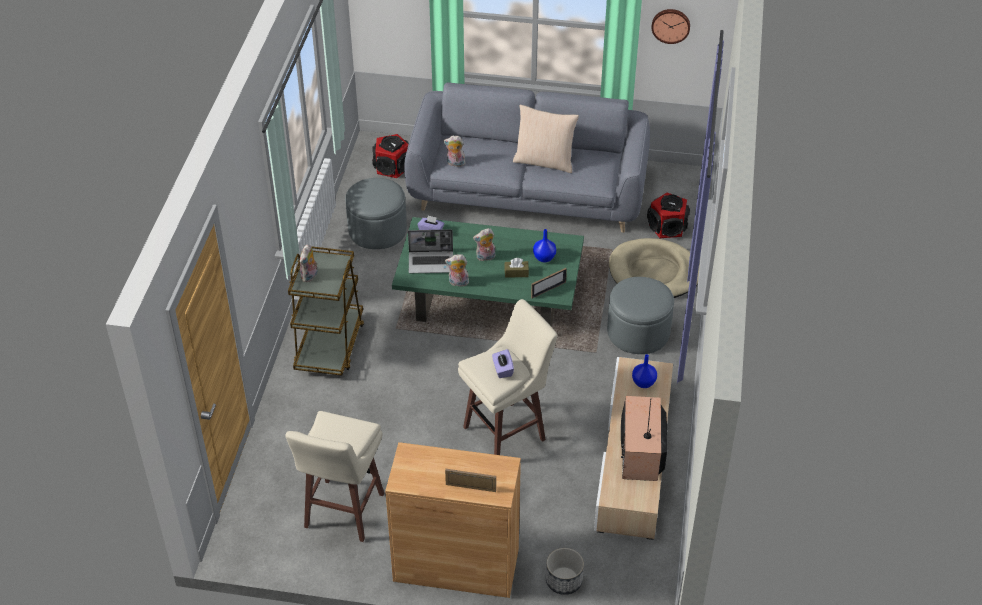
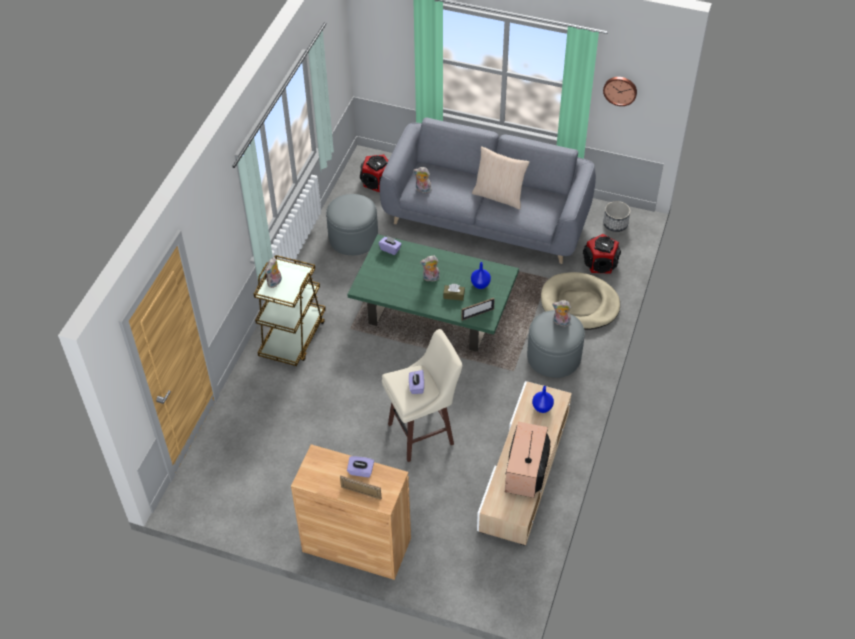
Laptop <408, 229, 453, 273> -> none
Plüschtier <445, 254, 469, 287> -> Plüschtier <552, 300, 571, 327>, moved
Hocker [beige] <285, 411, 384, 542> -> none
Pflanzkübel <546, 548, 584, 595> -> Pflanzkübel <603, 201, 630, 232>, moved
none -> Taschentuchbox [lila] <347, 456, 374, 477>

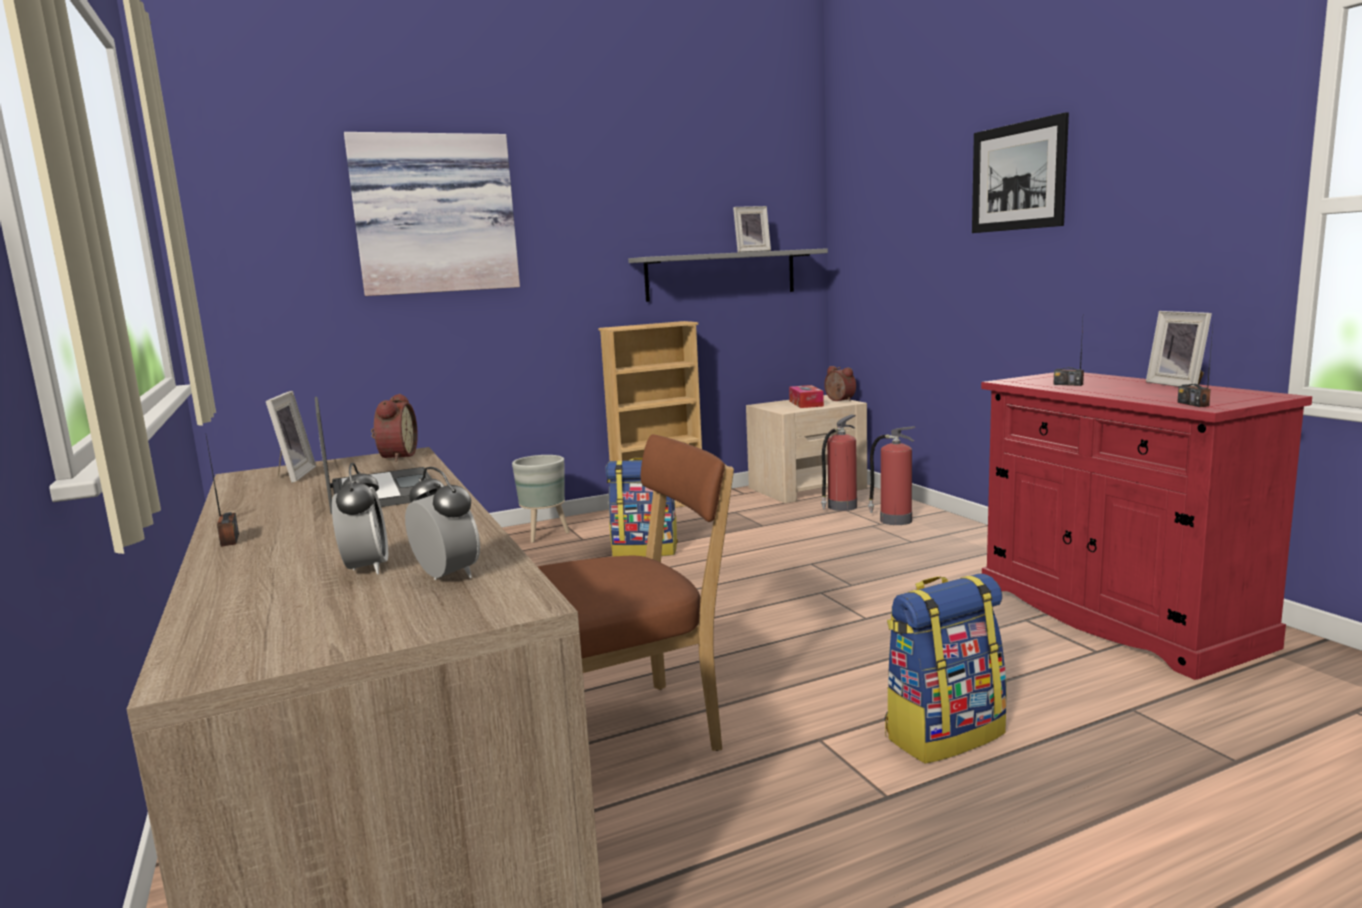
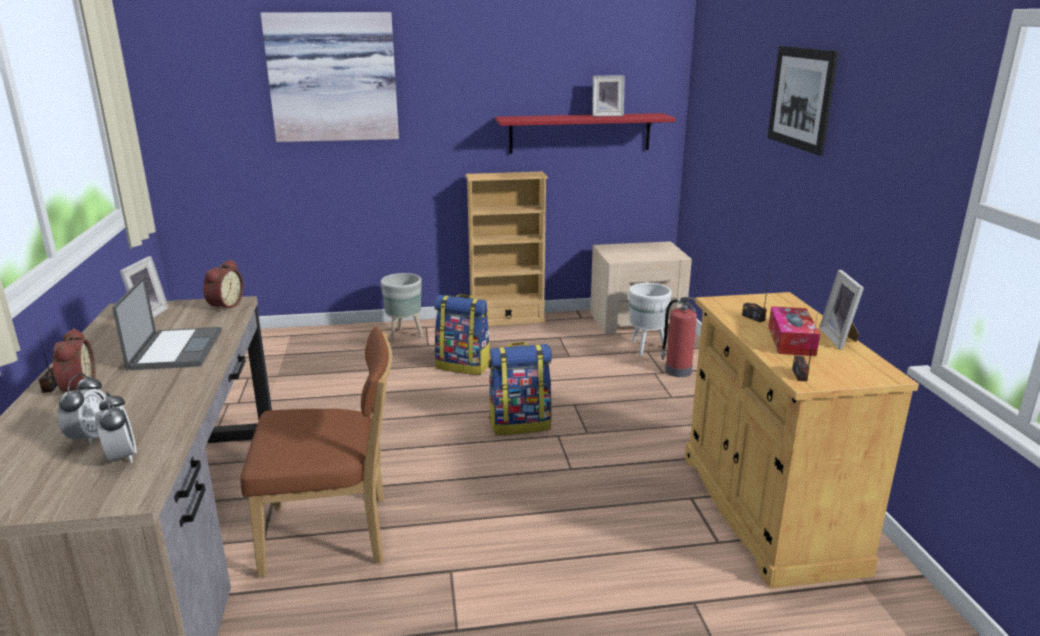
Wandregal [grau] <628, 248, 828, 302> -> Wandregal [rot] <495, 113, 676, 154>
Wecker <824, 366, 856, 401> -> Wecker <50, 328, 96, 392>, moved
Schrank [rot] <981, 372, 1312, 680> -> Schrank [beige] <685, 292, 919, 588>
Taschentuchbox <789, 385, 824, 408> -> Taschentuchbox <768, 306, 820, 356>, moved
Feuerlöscher <821, 414, 857, 511> -> Pflanzkübel [weiß] <629, 283, 672, 355>
Rucksack <884, 574, 1007, 764> -> Rucksack <488, 342, 552, 435>, moved

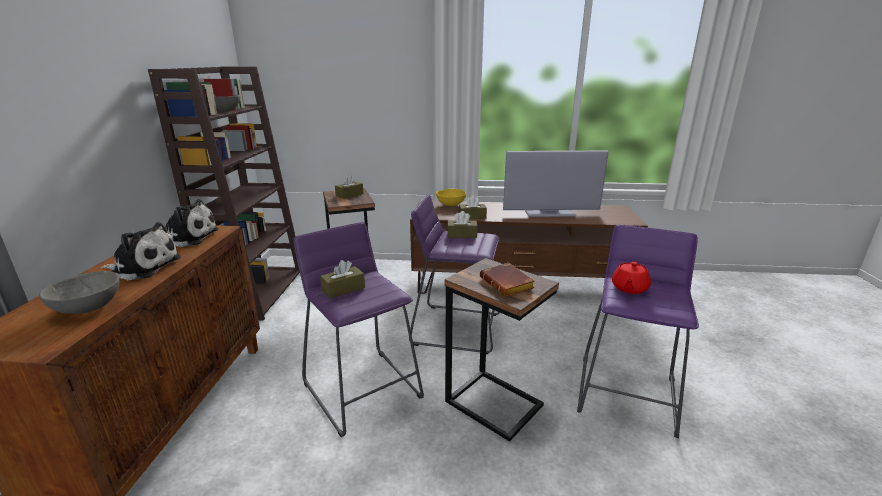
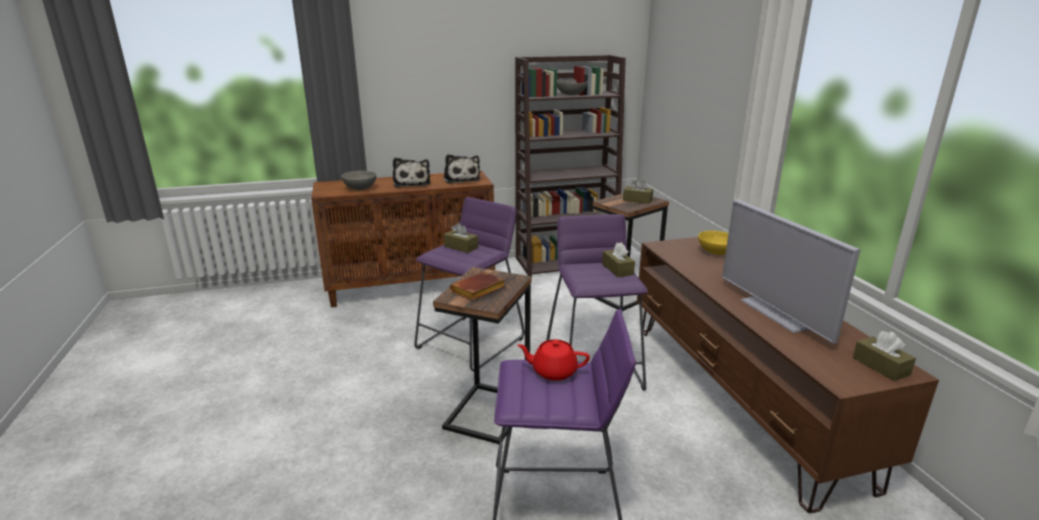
Taschentuchbox [braun] <459, 195, 487, 219> -> Taschentuchbox [braun] <853, 331, 916, 381>, moved

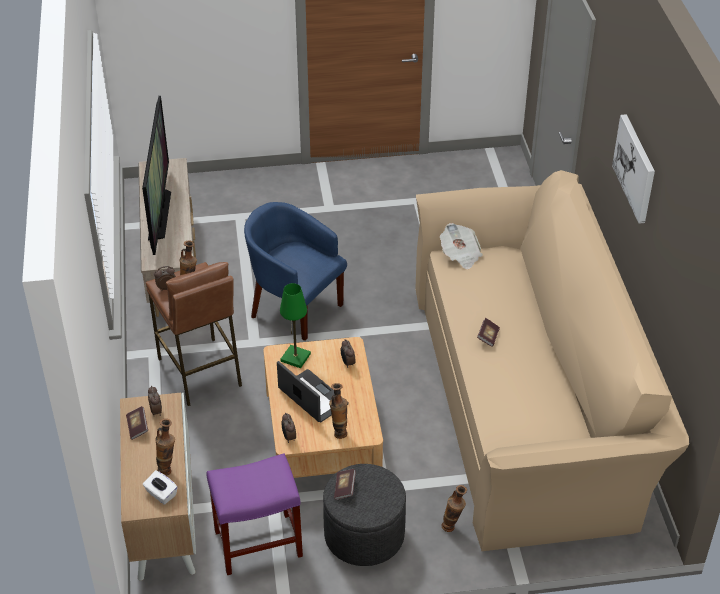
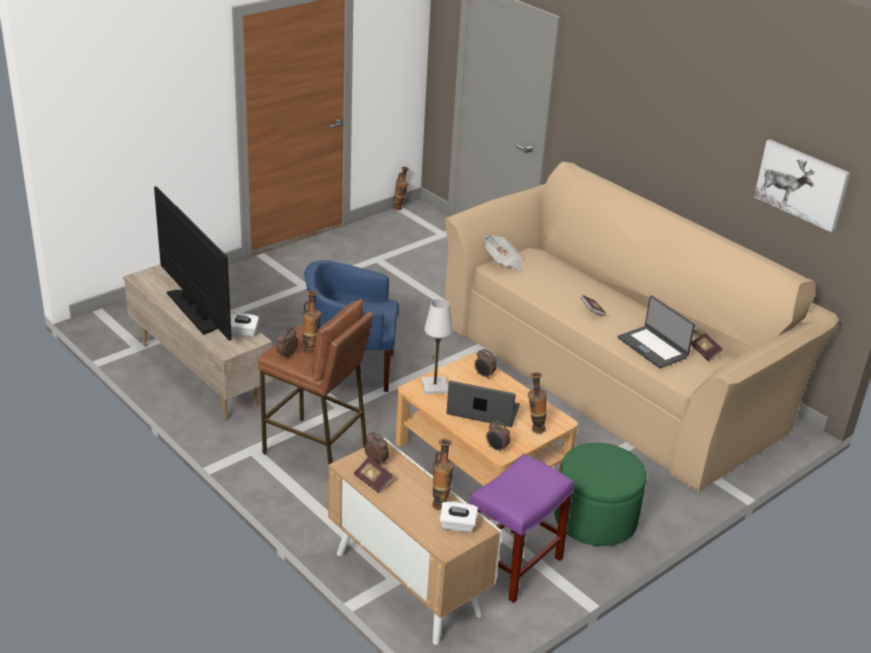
Bild <612, 114, 655, 224> -> Bild <754, 140, 850, 232>, moved
Tischlampe [grün] <280, 283, 311, 368> -> Tischlampe [weiß] <422, 299, 453, 394>
Polsterhocker [grau] <323, 464, 406, 566> -> Polsterhocker [grün] <555, 443, 647, 546>
Buch <334, 469, 356, 500> -> Buch <691, 333, 723, 361>, moved
Vase <441, 485, 467, 532> -> Vase <393, 167, 409, 210>, moved
none -> Laptop <618, 295, 695, 368>
none -> Taschentuchbox [weiß] <230, 313, 259, 337>

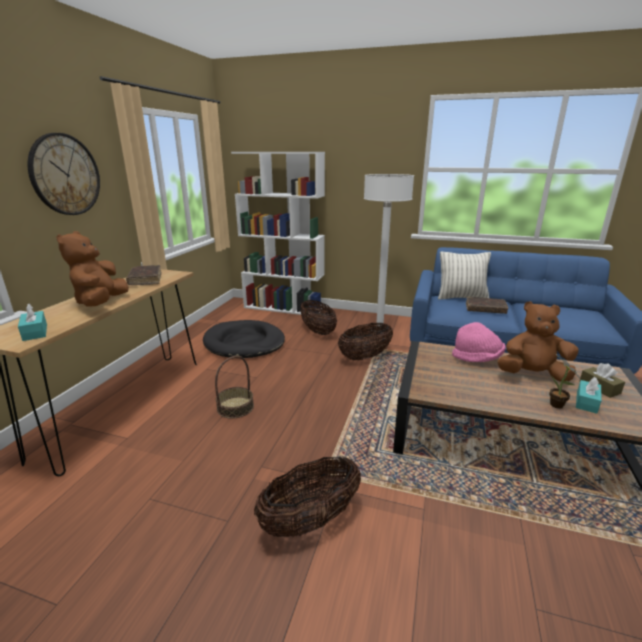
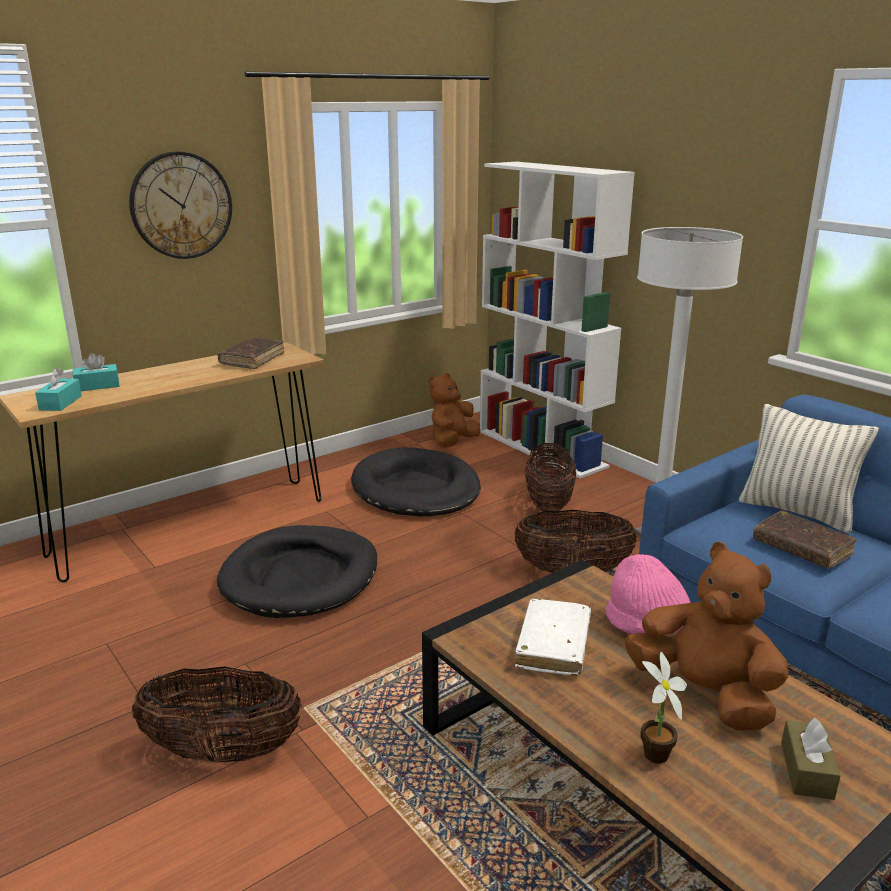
Plüschtier [braun] <56, 231, 129, 306> -> Plüschtier [braun] <429, 373, 480, 448>, moved
Korb <215, 356, 254, 419> -> Hundebett [schwarz] <217, 525, 377, 618>
Taschentuchbox [türkis] <576, 377, 602, 414> -> Taschentuchbox [türkis] <73, 353, 120, 391>, moved
none -> Buch [weiß] <515, 599, 591, 675>

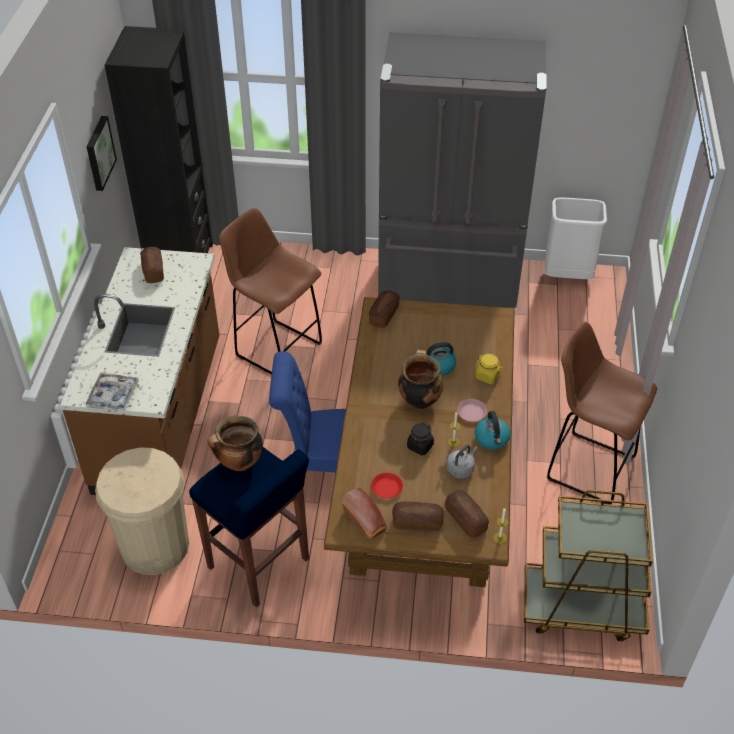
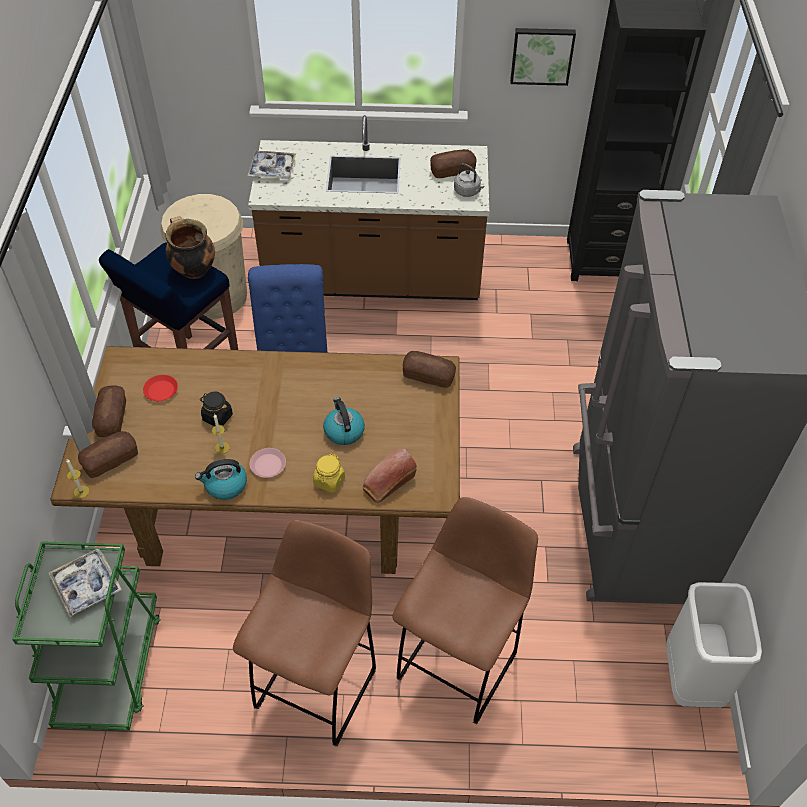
Hocker [braun] <219, 208, 322, 375> -> Hocker [braun] <393, 497, 538, 724>, moved
Kochtopf <398, 350, 443, 409> -> none
Wasserkessel [grau] <446, 445, 478, 478> -> Wasserkessel [grau] <454, 163, 484, 197>, moved
Brot <342, 488, 387, 539> -> Brot <363, 448, 417, 503>, moved
Rollwagen [braun] <524, 490, 653, 641> -> Rollwagen [grün] <12, 541, 161, 731>
none -> Tablett <49, 549, 122, 617>

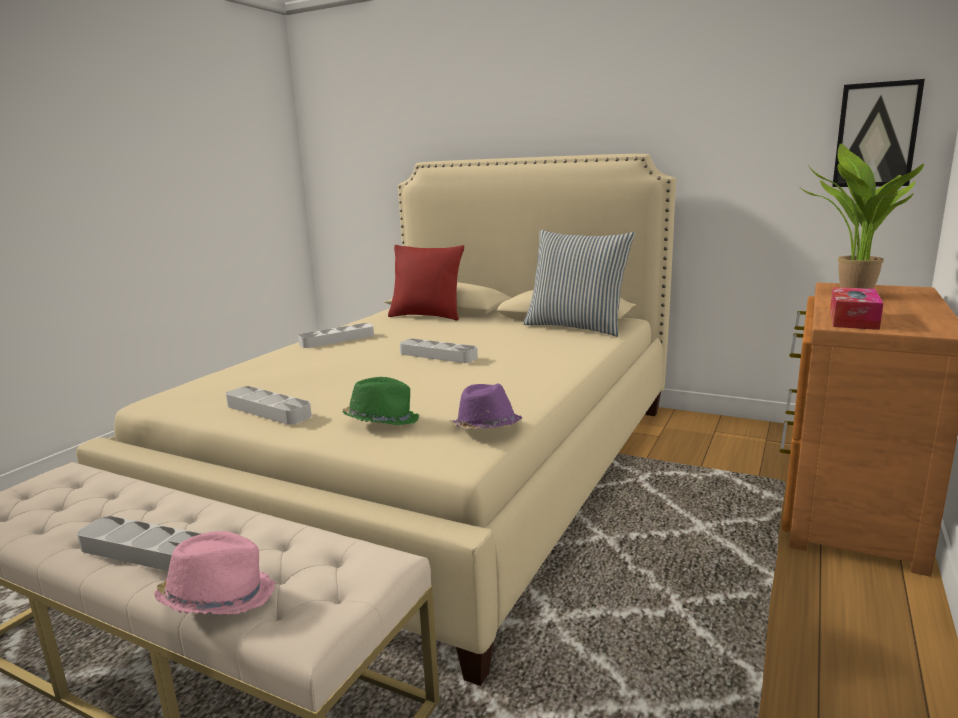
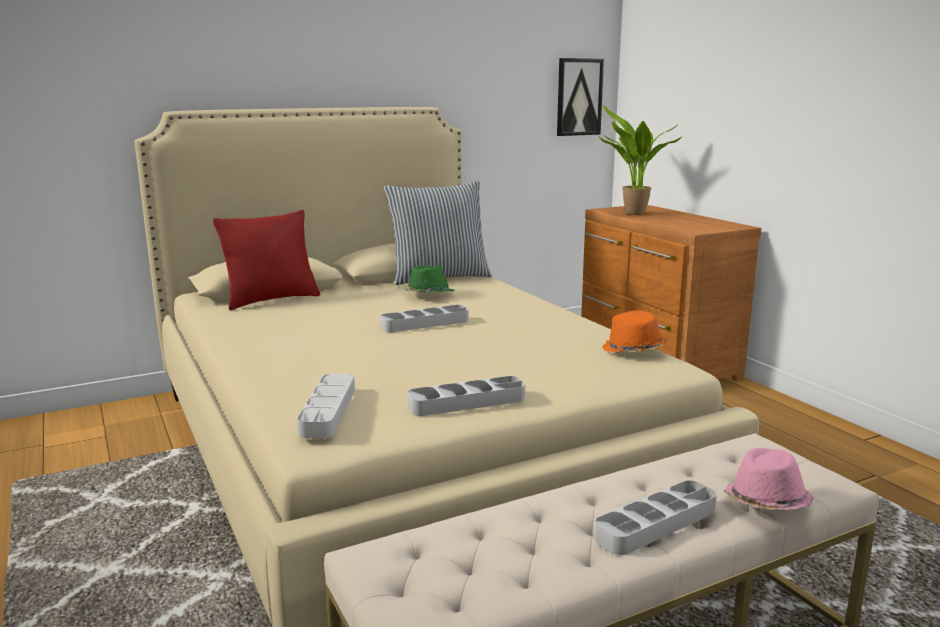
Taschentuchbox <830, 287, 883, 330> -> none
Tablett [grau] <298, 323, 374, 348> -> Tablett [grau] <297, 374, 355, 439>, moved
Hut [grün] <342, 377, 419, 425> -> Hut [grün] <405, 265, 454, 292>, moved
Hut [lila] <450, 384, 522, 429> -> Hut [orange] <602, 310, 667, 353>

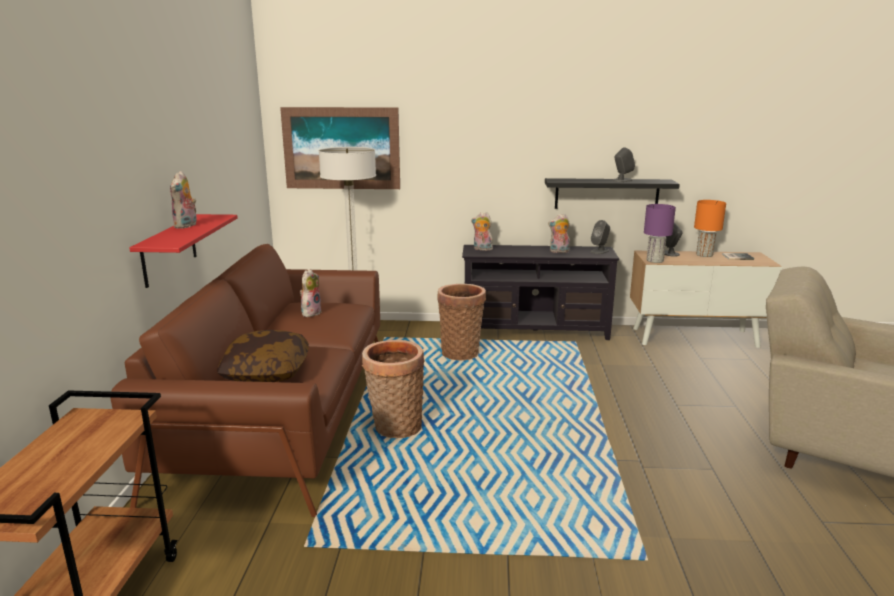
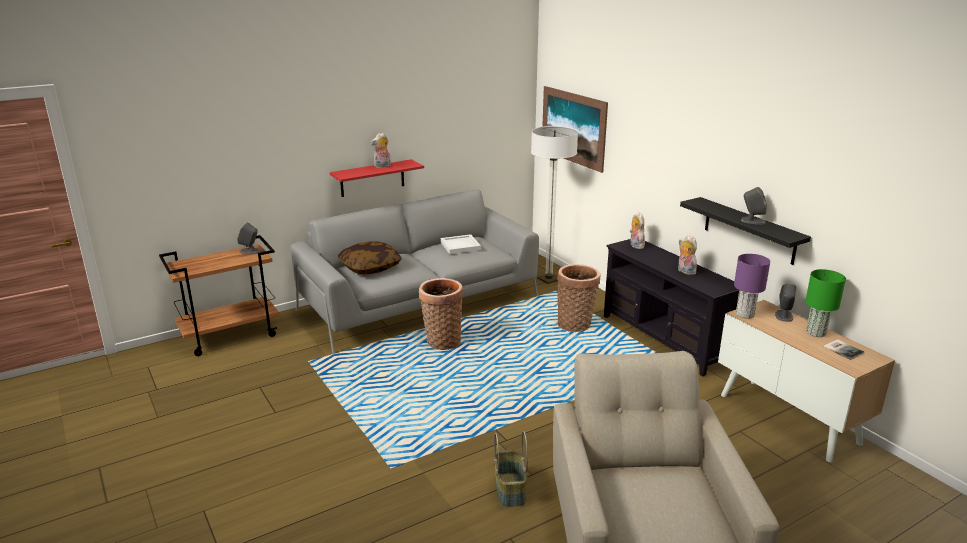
Tischlampe [orange] <694, 200, 726, 257> -> Tischlampe [grün] <805, 269, 846, 337>
Lautsprecher [grau] <591, 220, 610, 254> -> Lautsprecher [grau] <237, 222, 260, 254>, moved
Sofa [braun] <110, 244, 380, 517> -> Sofa [grau] <290, 189, 539, 354>
Plüschtier <300, 269, 321, 317> -> Tablett [weiß] <441, 234, 481, 254>
none -> Korb <494, 431, 528, 507>

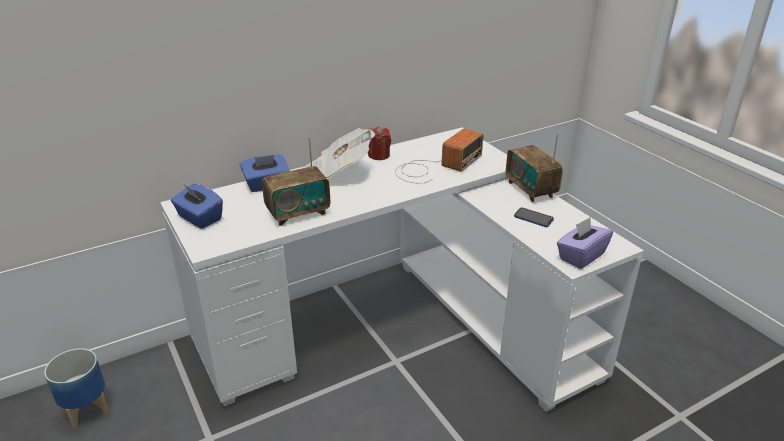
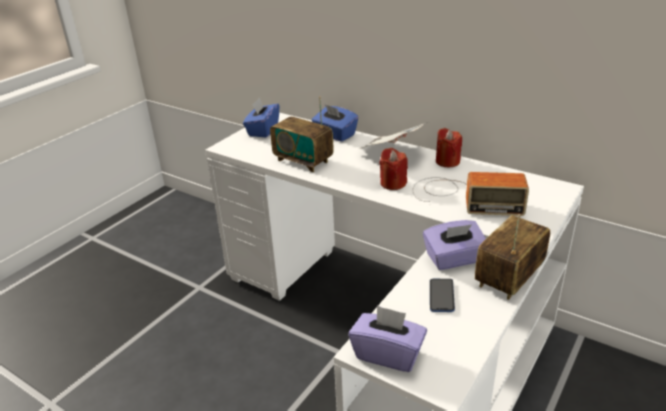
Pflanzkübel <44, 348, 110, 429> -> none
none -> Kerze [rot] <379, 148, 408, 190>
none -> Taschentuchbox [lila] <423, 220, 486, 270>

